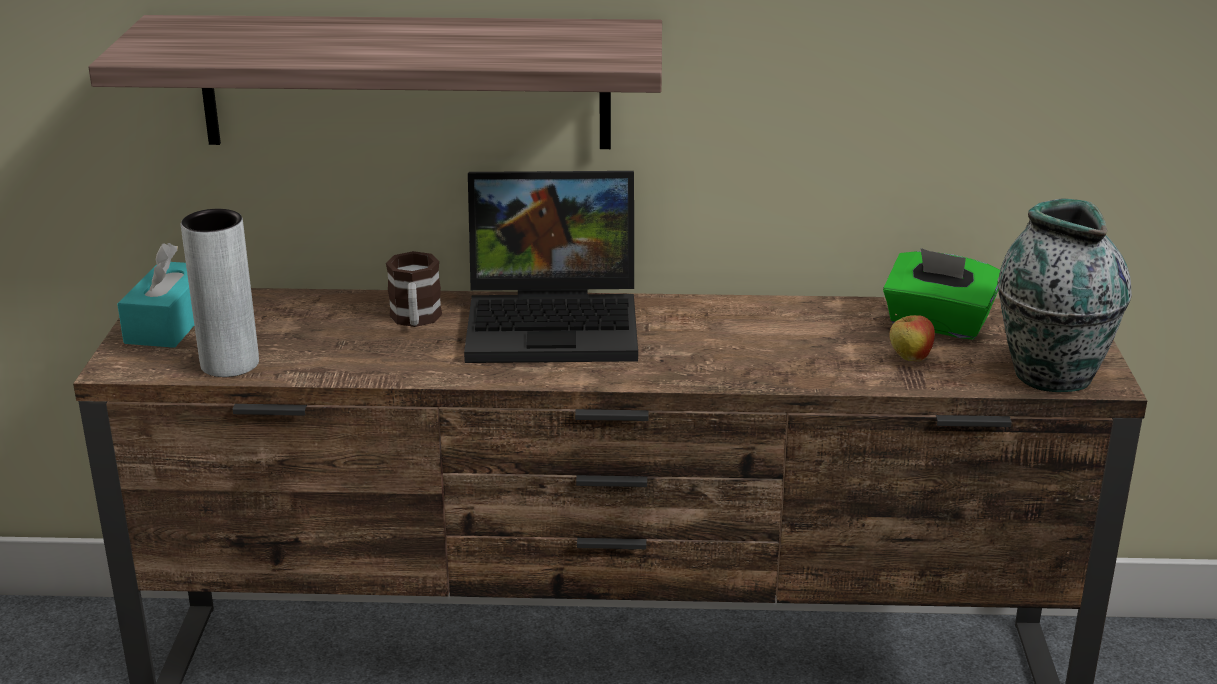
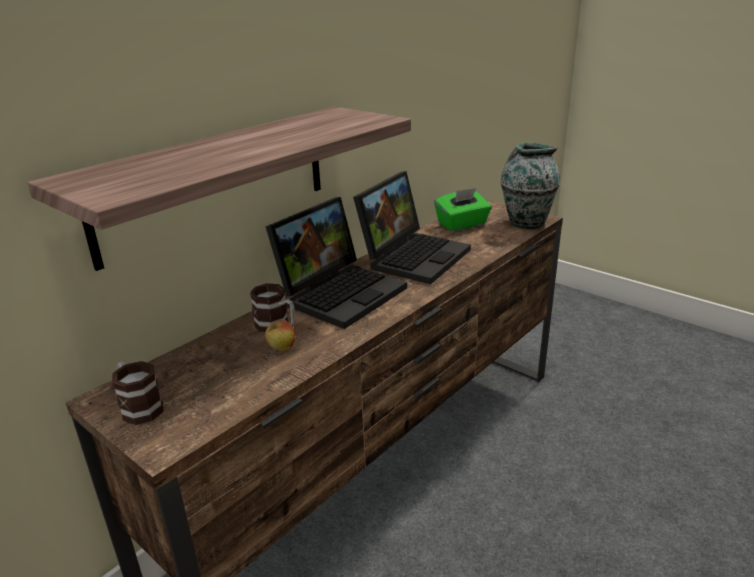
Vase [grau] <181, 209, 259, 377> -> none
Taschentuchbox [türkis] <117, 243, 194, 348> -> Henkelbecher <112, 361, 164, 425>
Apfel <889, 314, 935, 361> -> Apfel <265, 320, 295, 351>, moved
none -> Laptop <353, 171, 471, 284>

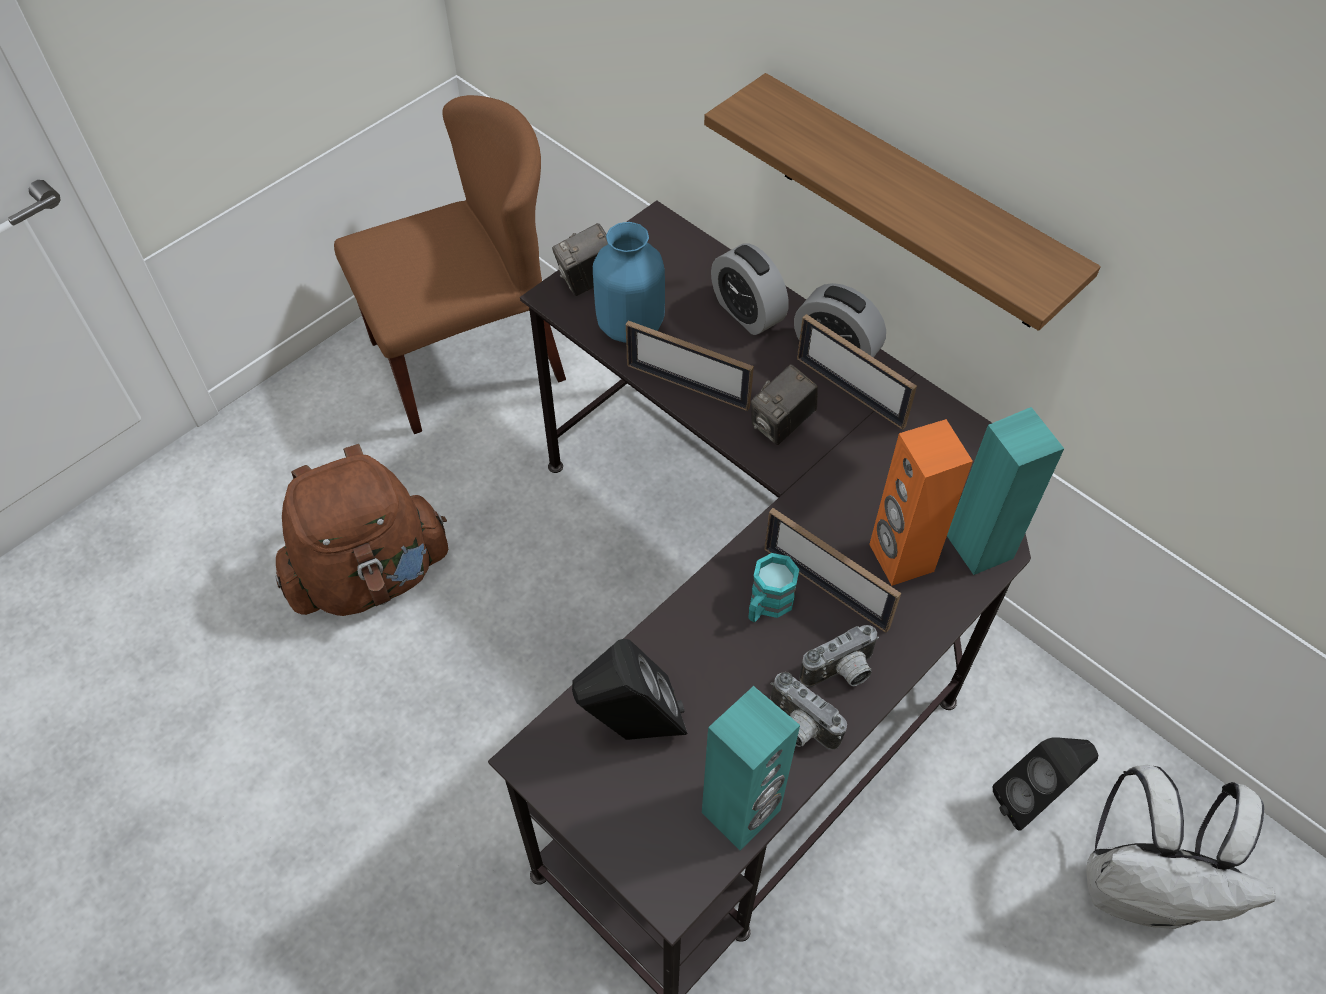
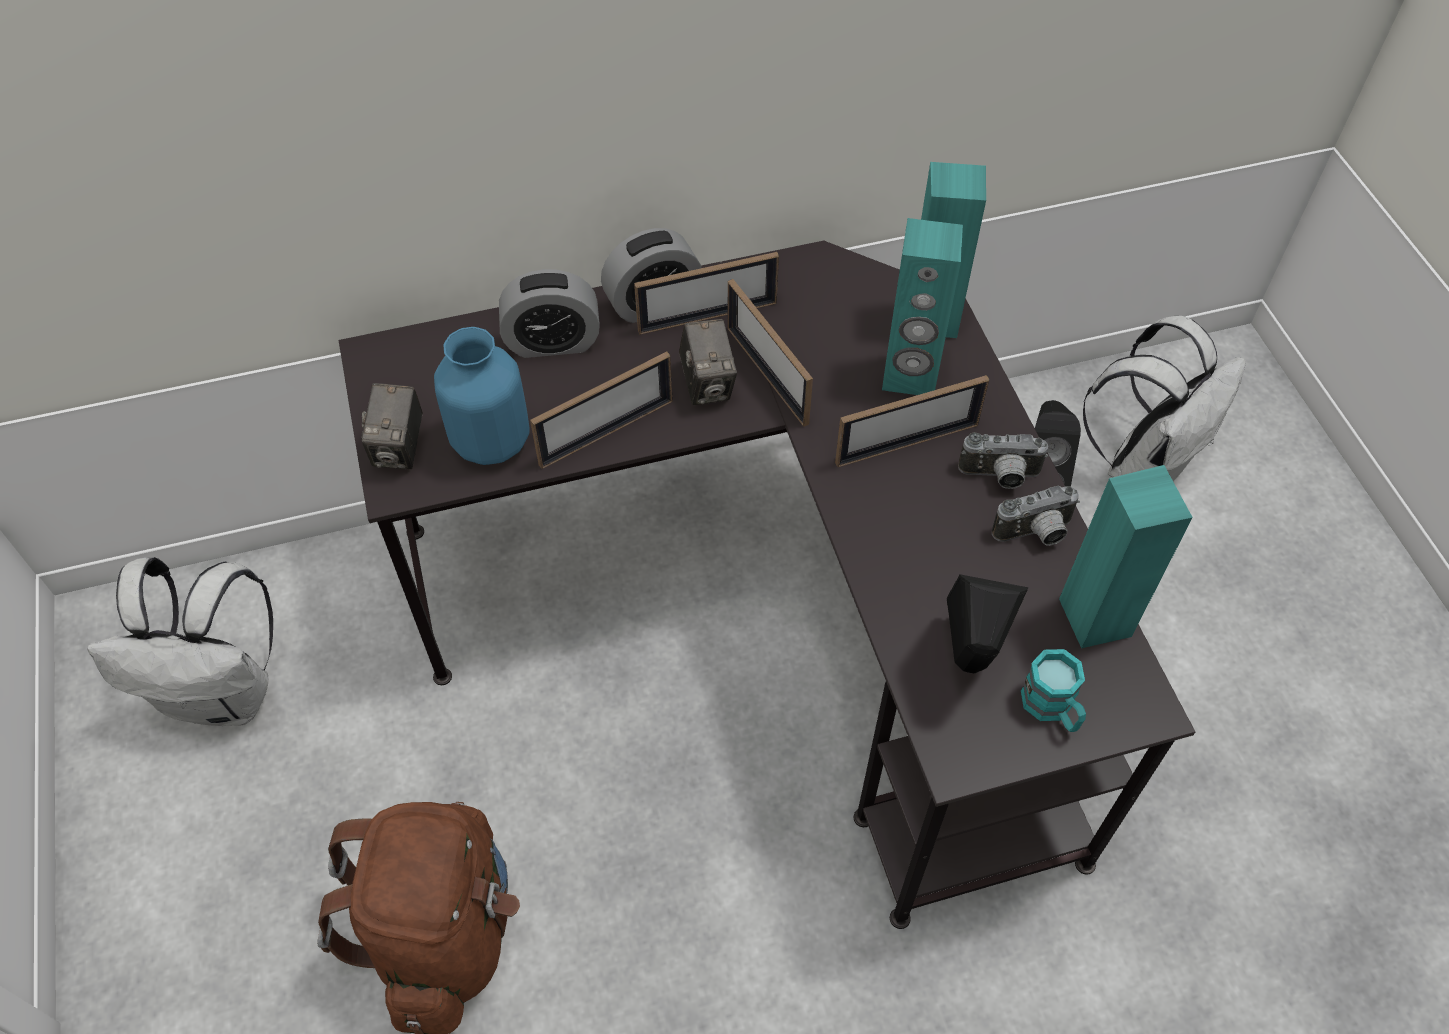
Wandregal <704, 73, 1101, 331> -> none
Stuhl [braun] <334, 95, 566, 434> -> Rucksack [weiß] <87, 557, 273, 726>
Lautsprecher [orange] <869, 419, 973, 586> -> Lautsprecher [türkis] <882, 218, 963, 395>
Henkelbecher [türkis] <749, 553, 799, 622> -> Henkelbecher [türkis] <1021, 649, 1086, 732>, moved
Kamera <799, 625, 879, 687> -> Kamera <958, 432, 1048, 489>, 90 degrees clockwise
none -> Bilderrahmen <728, 279, 813, 426>

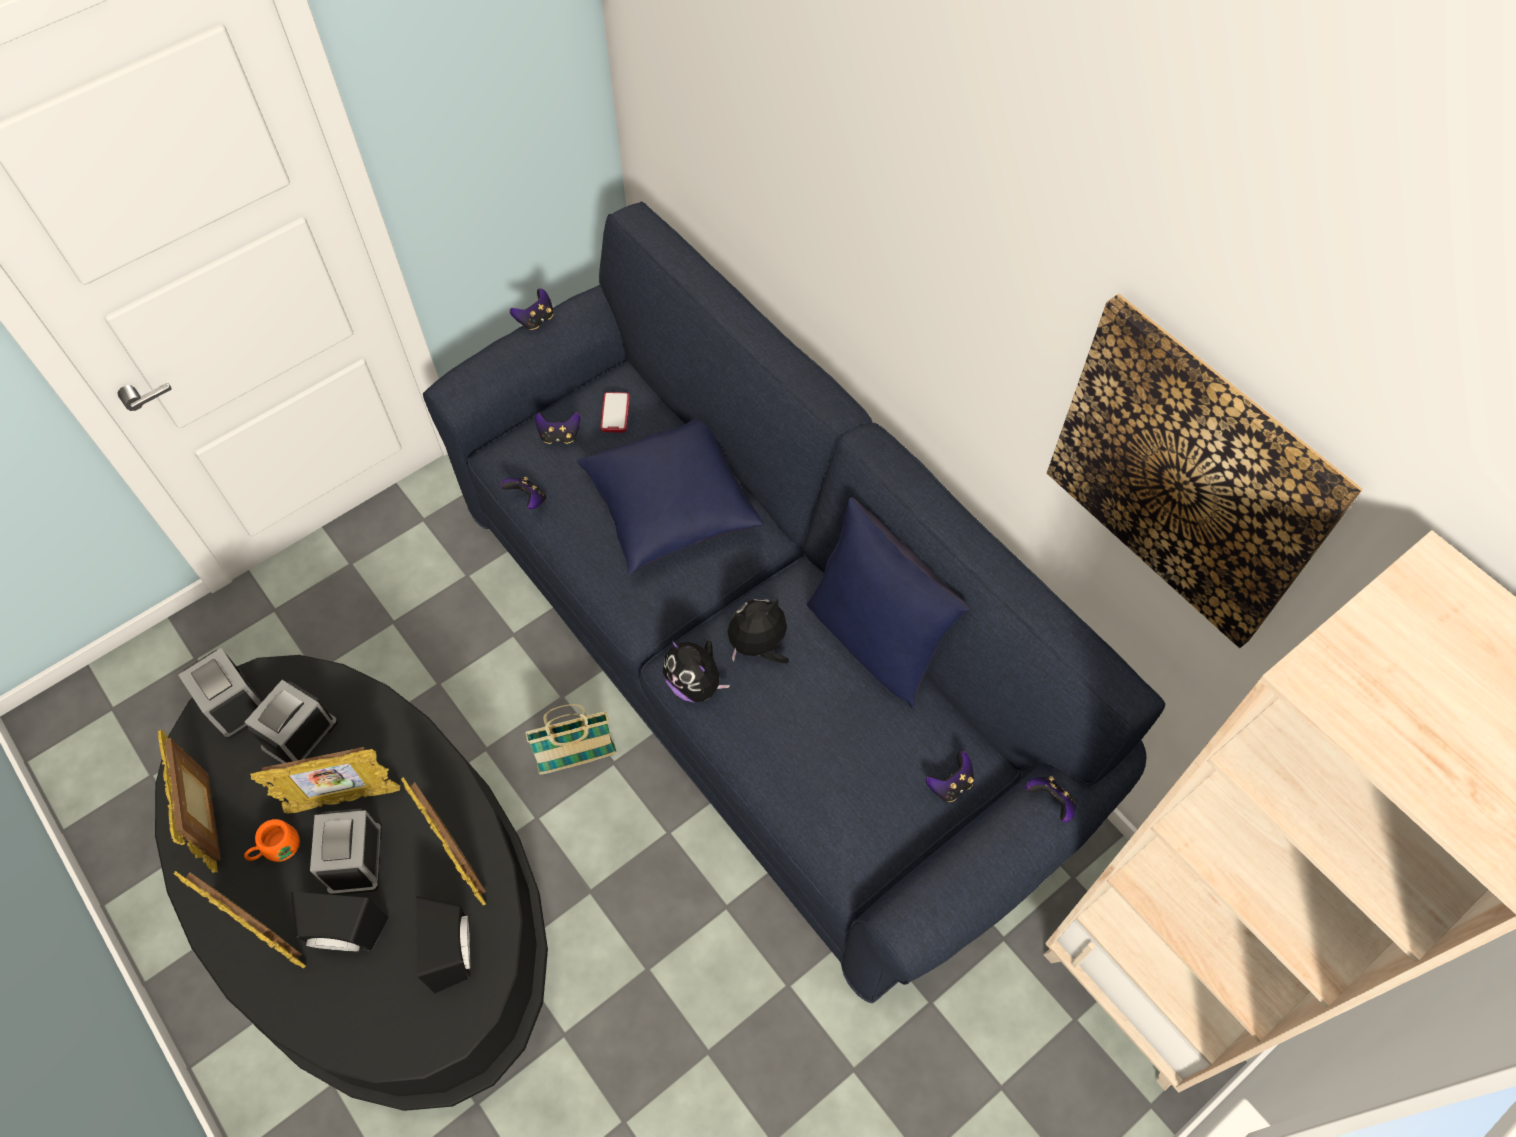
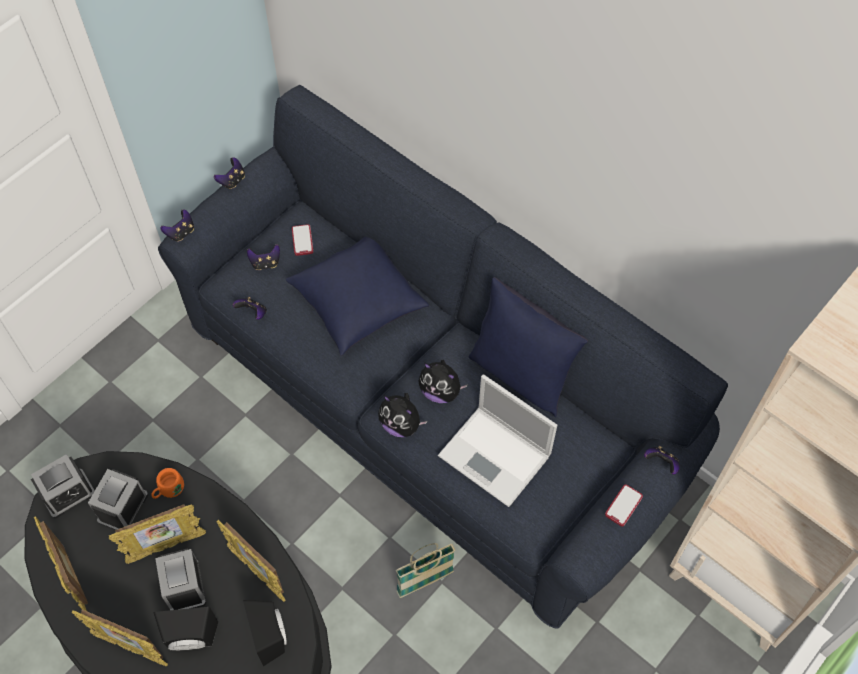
Bild <1047, 294, 1363, 648> -> none
Plüschtier <727, 597, 789, 663> -> Plüschtier <418, 360, 468, 403>, 120 degrees counterclockwise
Wecker <178, 648, 262, 739> -> Wecker <31, 454, 95, 518>, 75 degrees counterclockwise
Korb <525, 704, 617, 774> -> Korb <396, 543, 455, 598>, moved
Gamepad <926, 751, 974, 802> -> Gamepad <161, 209, 194, 242>, moved
Henkelbecher [orange] <244, 819, 300, 862> -> Henkelbecher [orange] <151, 468, 184, 499>, moved
none -> Laptop <438, 374, 557, 507>
none -> Handy <605, 485, 643, 527>

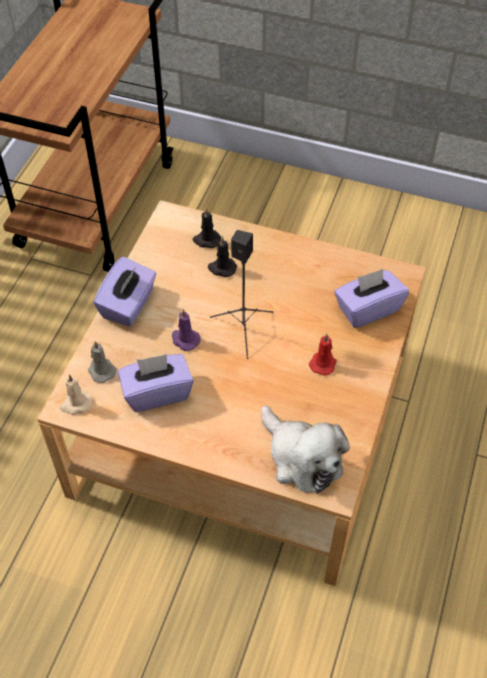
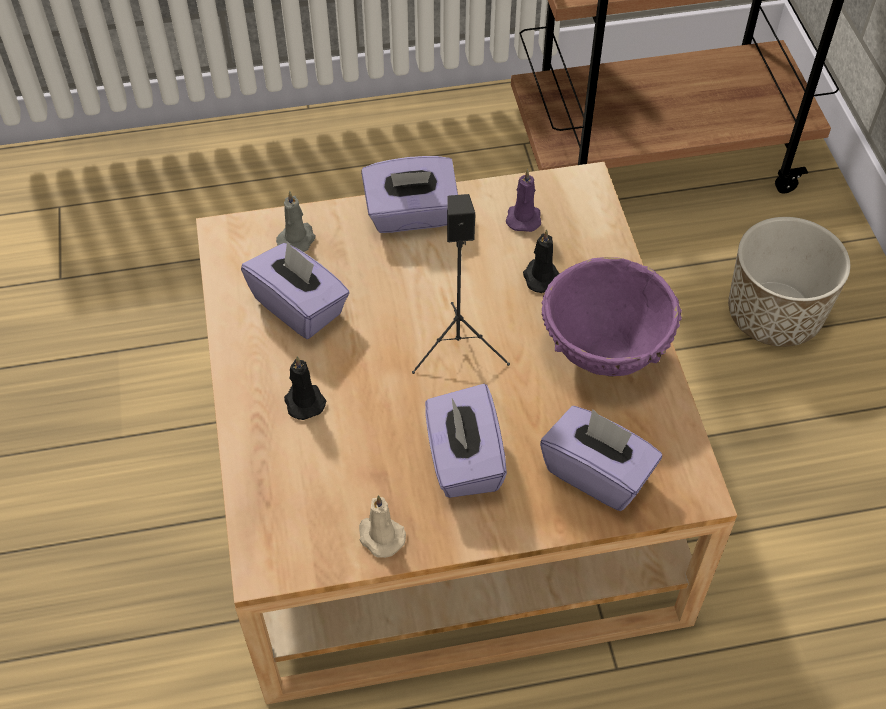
Kerze [schwarz] <193, 208, 221, 248> -> Kerze [schwarz] <284, 356, 326, 420>, moved
Kerze [lila] <172, 309, 200, 351> -> Kerze [lila] <506, 169, 541, 232>, moved
Kerze [rot] <309, 334, 336, 376> -> Taschentuchbox [lila] <425, 384, 507, 498>
Kerze [beige] <60, 374, 92, 415> -> Kerze [beige] <359, 495, 406, 558>, moved
Plüschtier <261, 406, 350, 494> -> none
none -> Pflanzkübel <728, 217, 850, 347>
none -> Schüssel [lila] <542, 257, 682, 377>

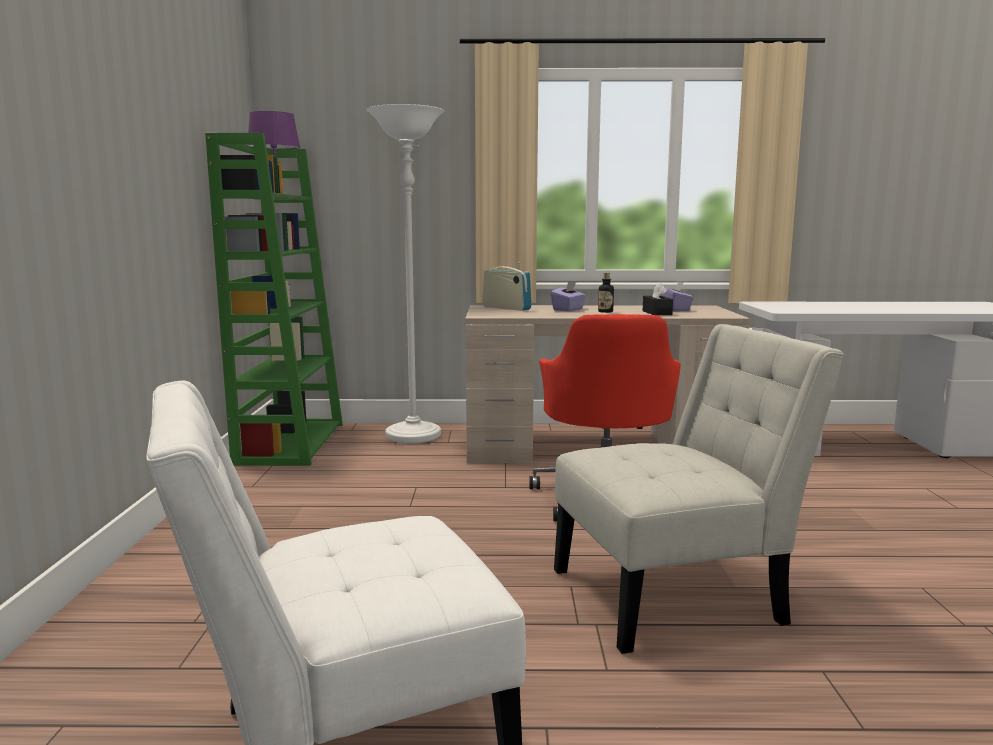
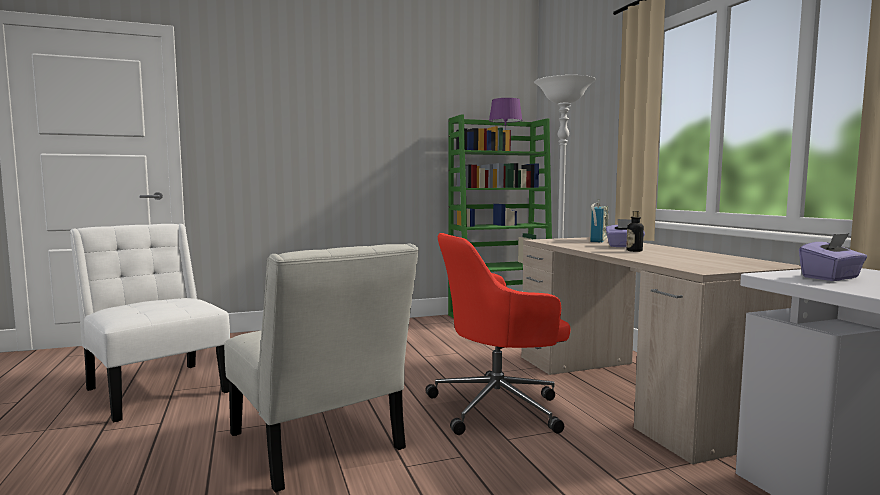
Taschentuchbox [lila] <661, 281, 694, 312> -> Taschentuchbox [lila] <799, 233, 867, 281>, moved
Taschentuchbox [schwarz] <643, 282, 673, 315> -> none

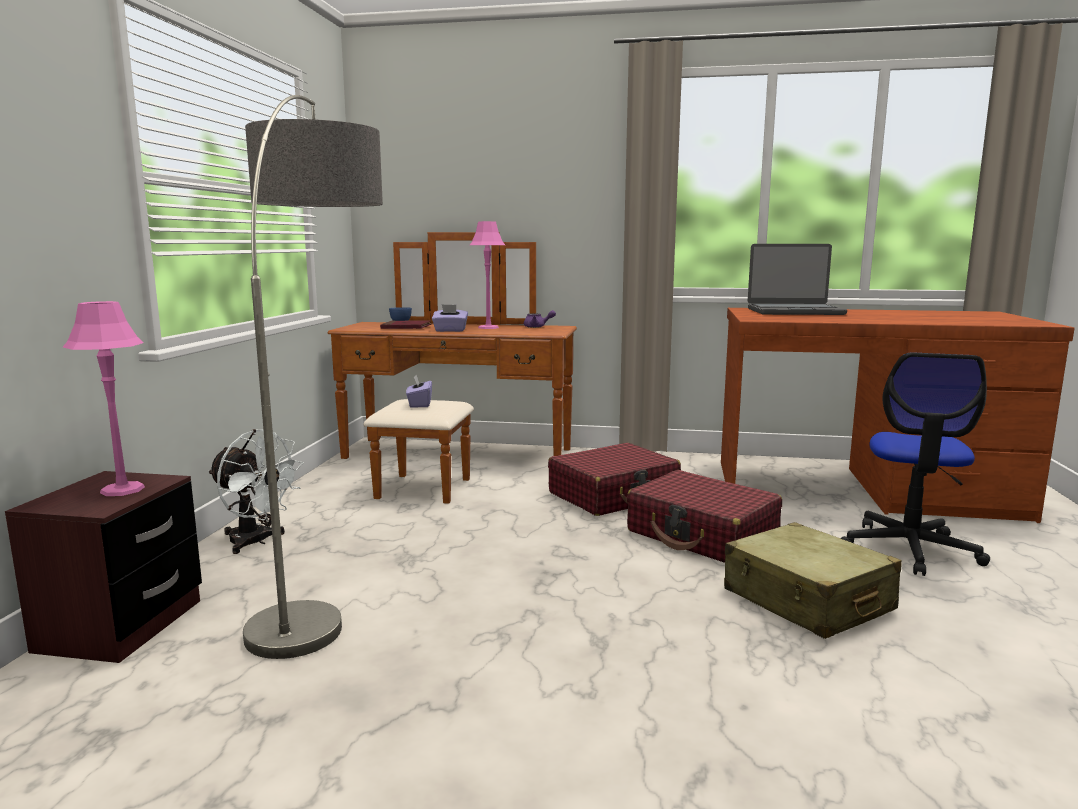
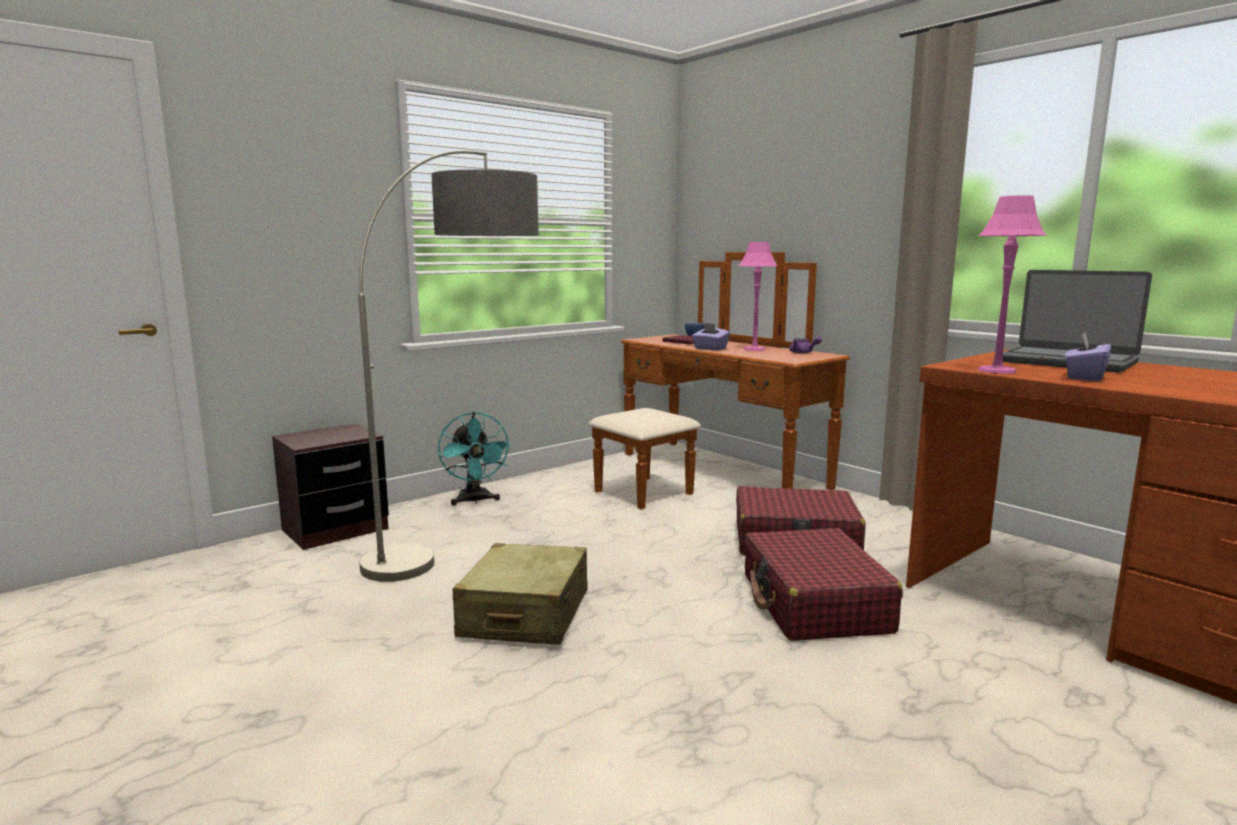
Tischlampe [rosa] <63, 301, 145, 496> -> Tischlampe [rosa] <978, 195, 1047, 374>, moved
Bürostuhl <840, 353, 990, 576> -> none
Taschentuchbox [lila] <406, 375, 432, 408> -> Taschentuchbox [lila] <1065, 332, 1111, 381>, moved
Ventilator [weiß] <208, 429, 304, 554> -> Ventilator [türkis] <438, 412, 511, 506>
Koffer [beige] <724, 522, 902, 639> -> Koffer [beige] <452, 543, 588, 645>, moved

